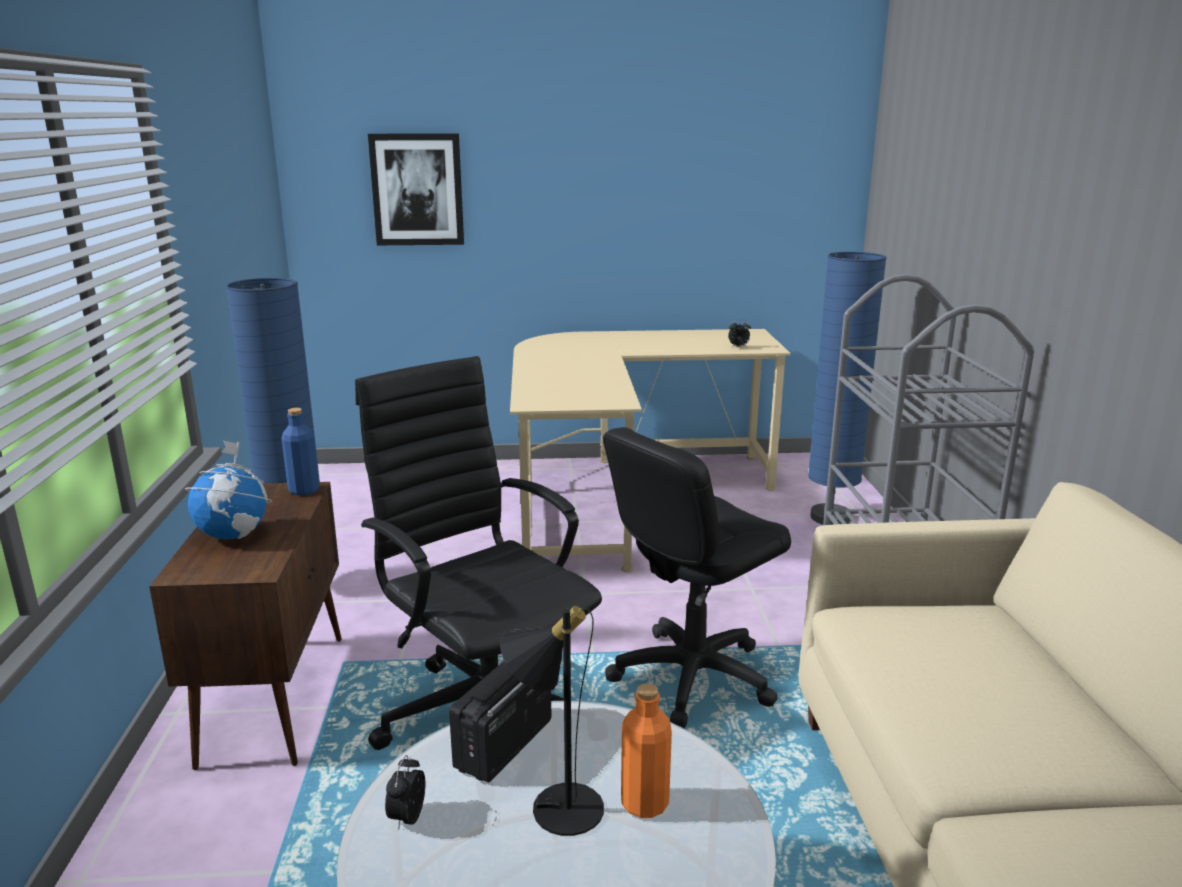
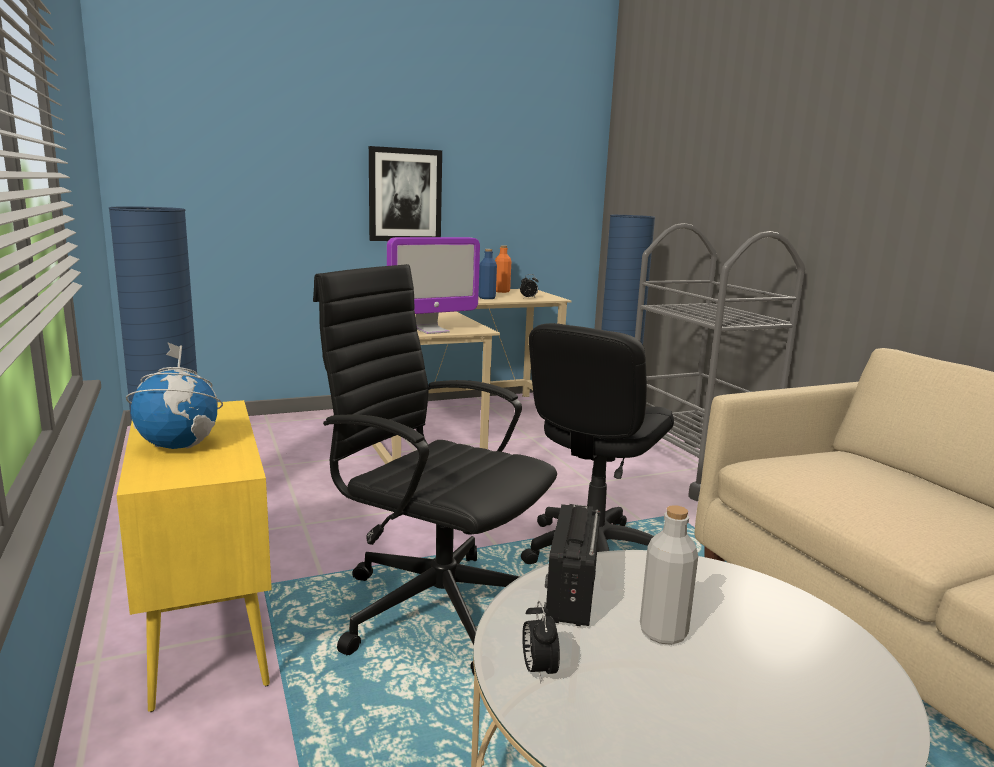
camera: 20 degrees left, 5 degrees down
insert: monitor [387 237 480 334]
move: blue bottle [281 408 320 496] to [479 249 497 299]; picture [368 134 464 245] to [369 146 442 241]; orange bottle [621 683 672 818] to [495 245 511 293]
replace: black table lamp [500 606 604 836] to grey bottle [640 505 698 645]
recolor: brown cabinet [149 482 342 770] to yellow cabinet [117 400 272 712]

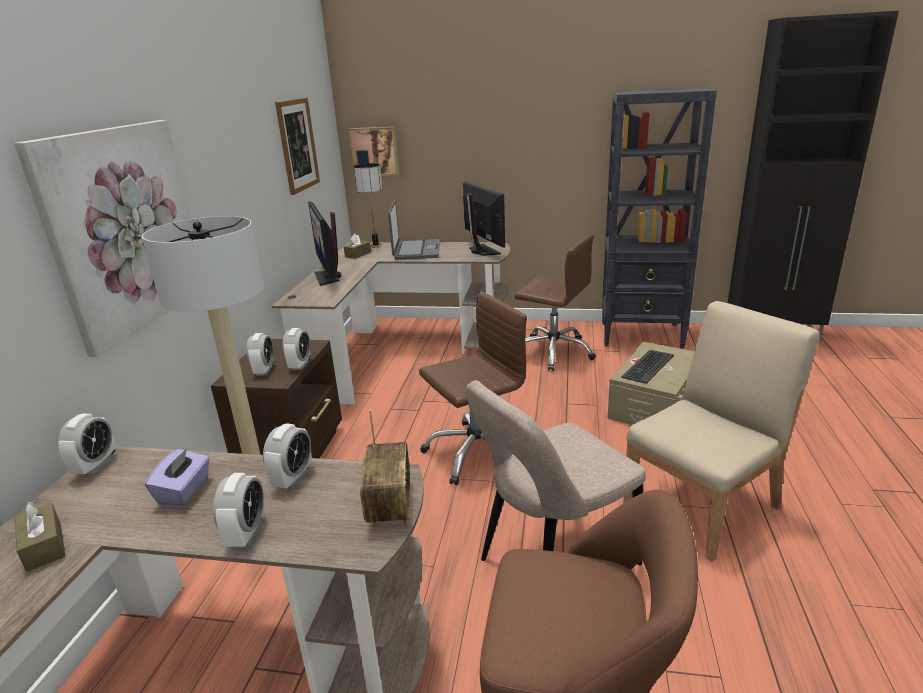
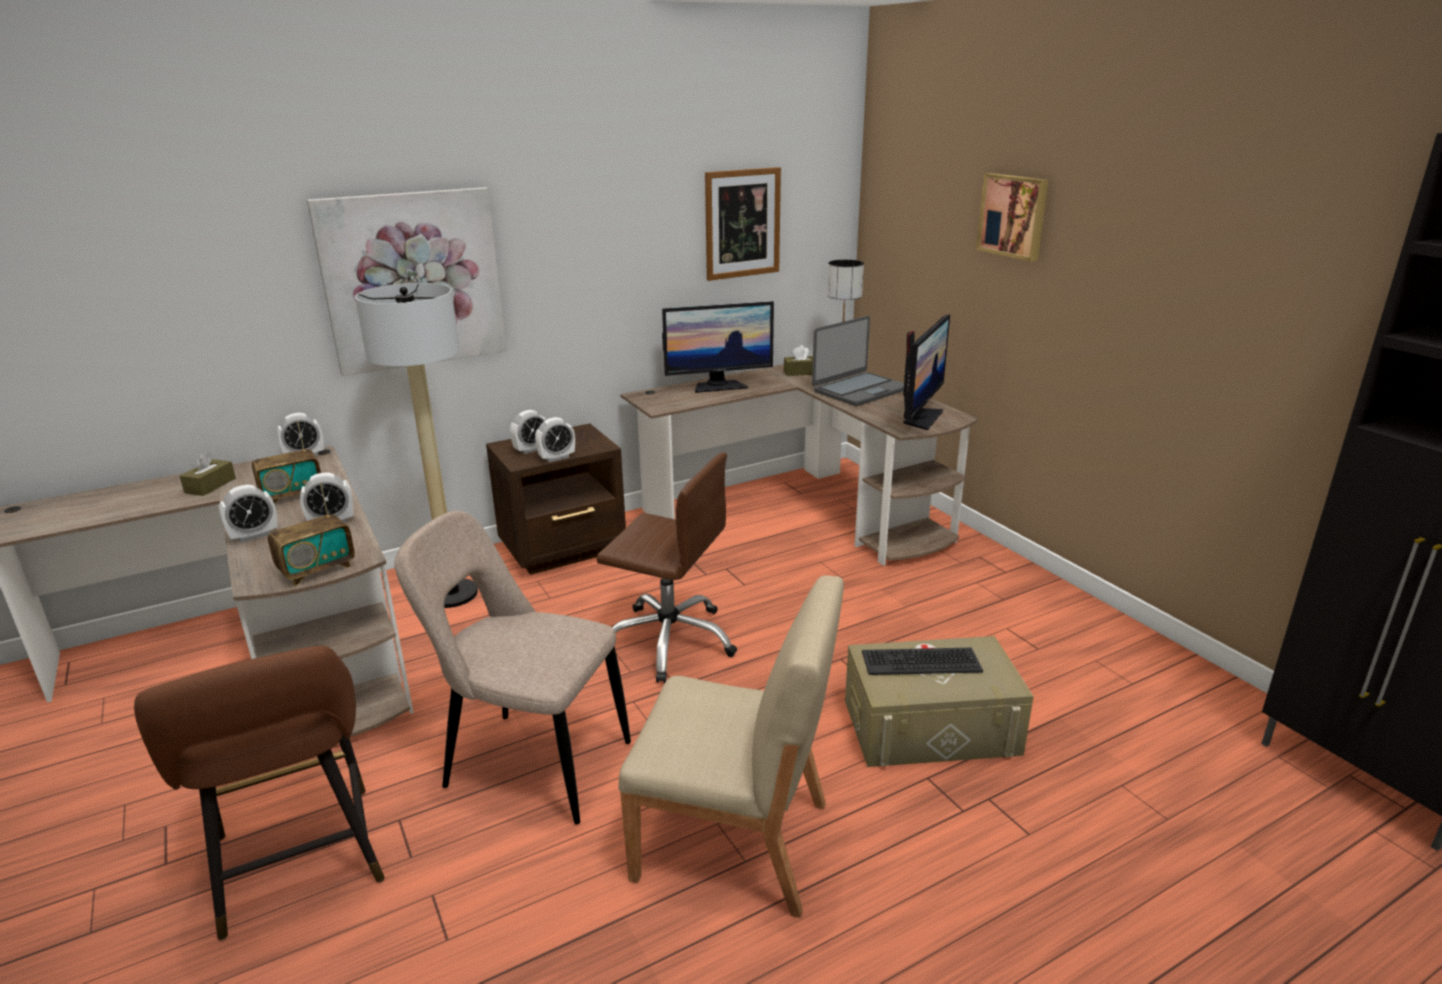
camera: 50 degrees right, 0 degrees up
delete: brown office chair [515 234 596 371]; black bookcase [602 87 717 348]
move: picture [348 127 399 177] to [976 173 1049 261]
replace: purple tissue box [145 448 210 506] to radio [252 420 321 503]
rotate: monitor [308 201 341 286] = [662 301 774 393] 135 degrees counterclockwise

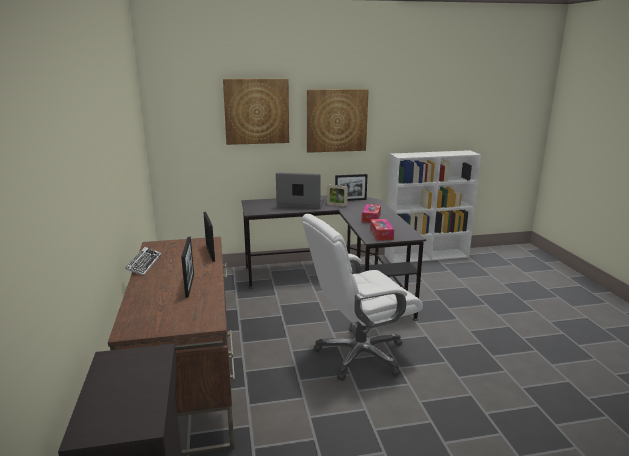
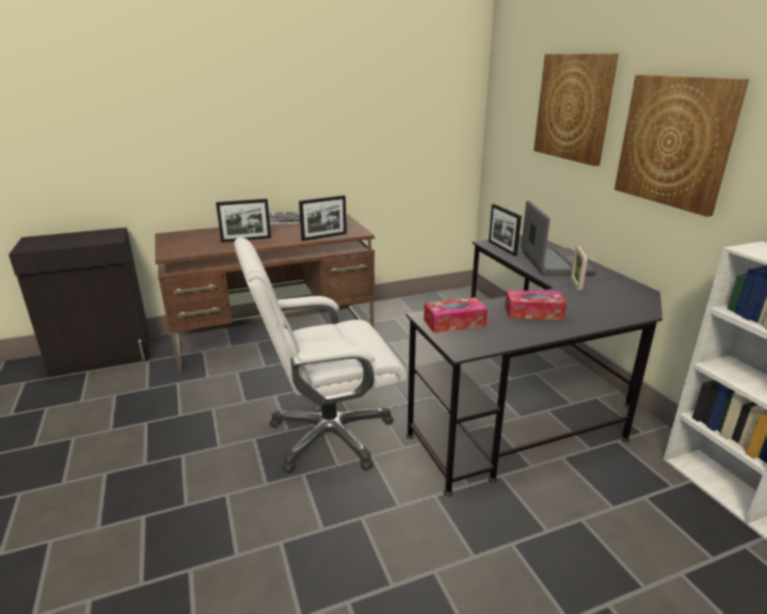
camera: 80 degrees right, 5 degrees up
move: picture frame [335 174 367 201] to [489 204 522 256]
rotate: white office chair [302 214 423 381] = [234 237 407 473] 75 degrees counterclockwise

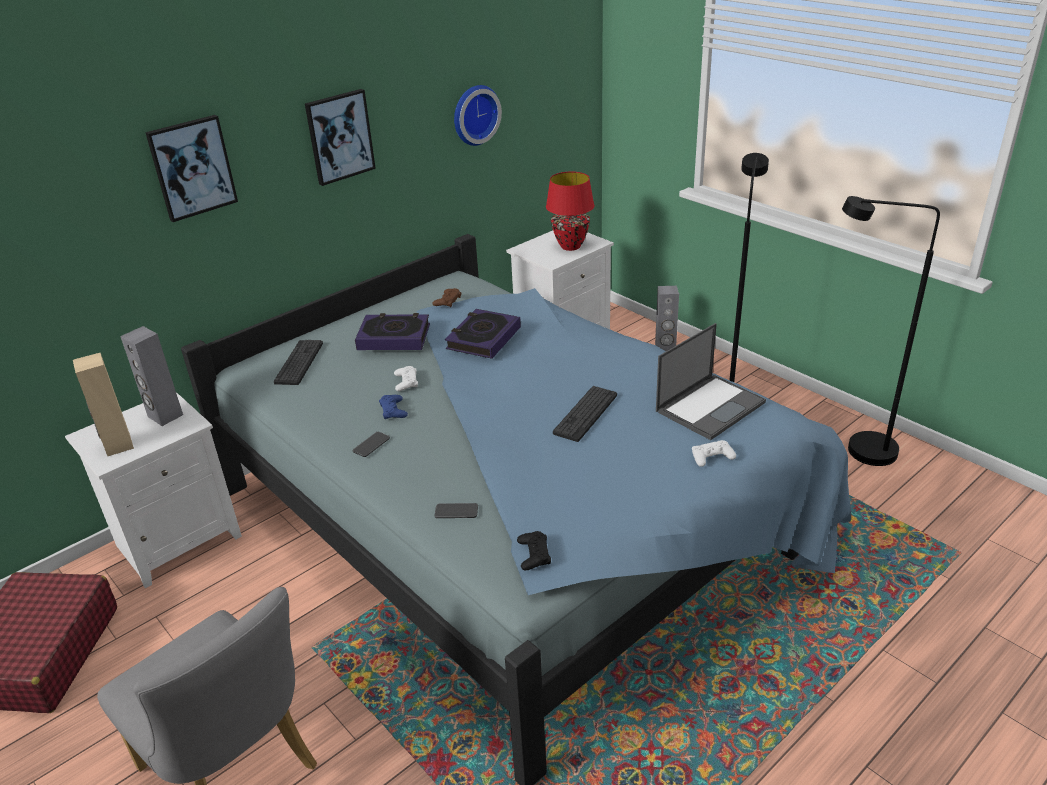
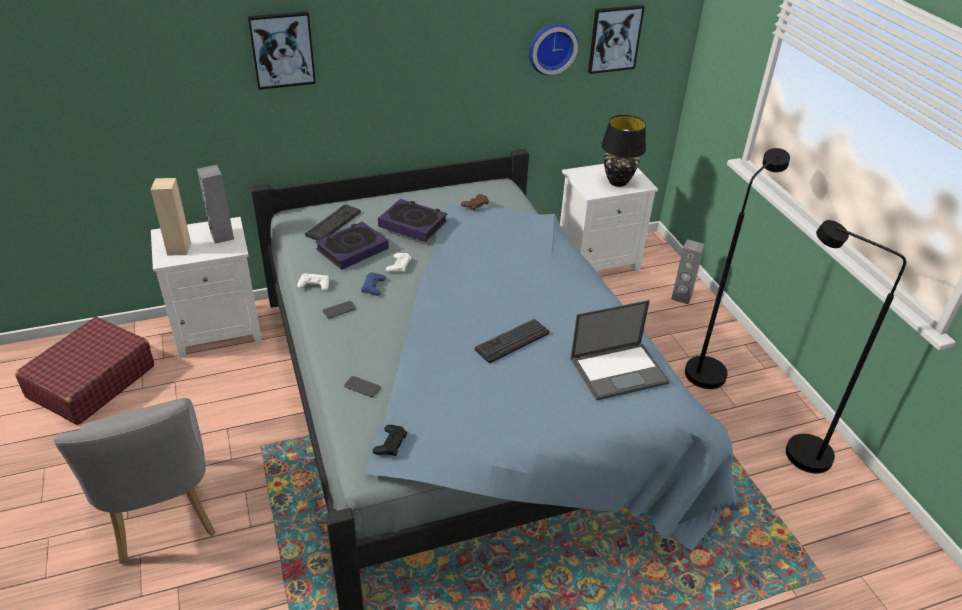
camera: 20 degrees right, 5 degrees up
move: picture [305 89 376 186] to [588 5 645 74]; book [445 309 521 359] to [315 221 389 270]; white game controller [692 440 736 467] to [297 273 329 291]
recolor: red table lamp [546 172 594 251] to black table lamp [601 115 646 187]

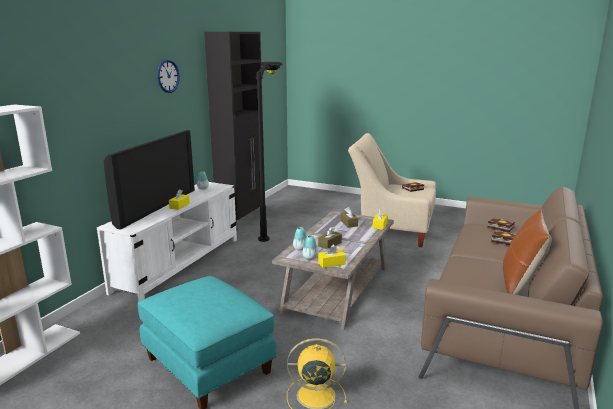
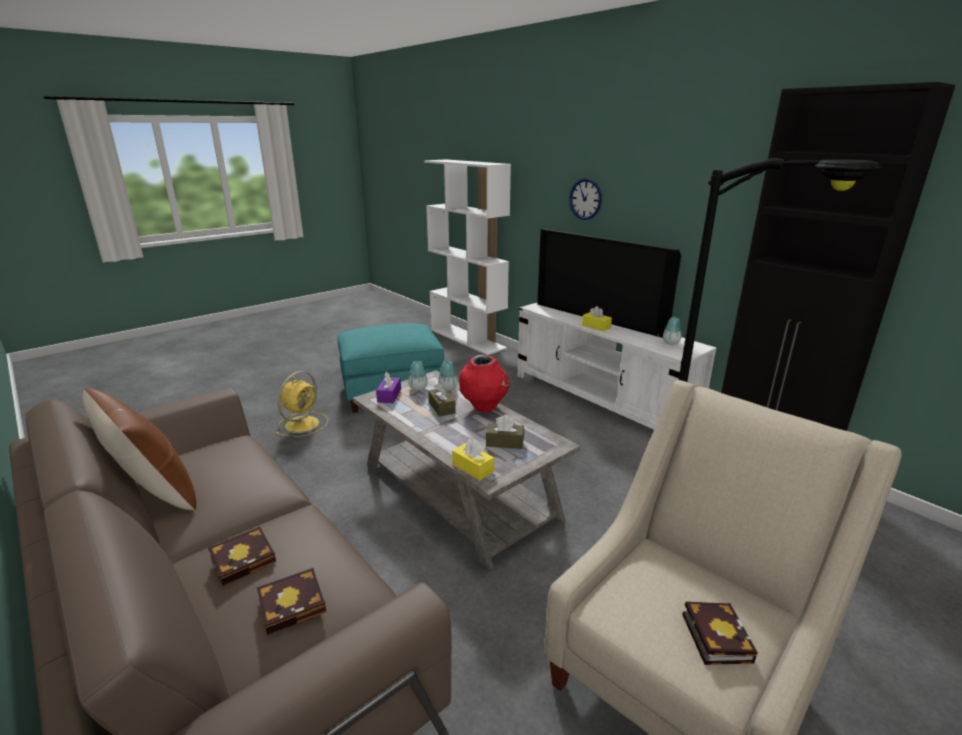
camera: 115 degrees right, 5 degrees up
insert: red vase [459 355 510 412]
move: wall clock [157 59 180 93] to [569 178 602 220]
recolor: yellow tissue box [318 244 346 268] to purple tissue box [376 371 401 403]

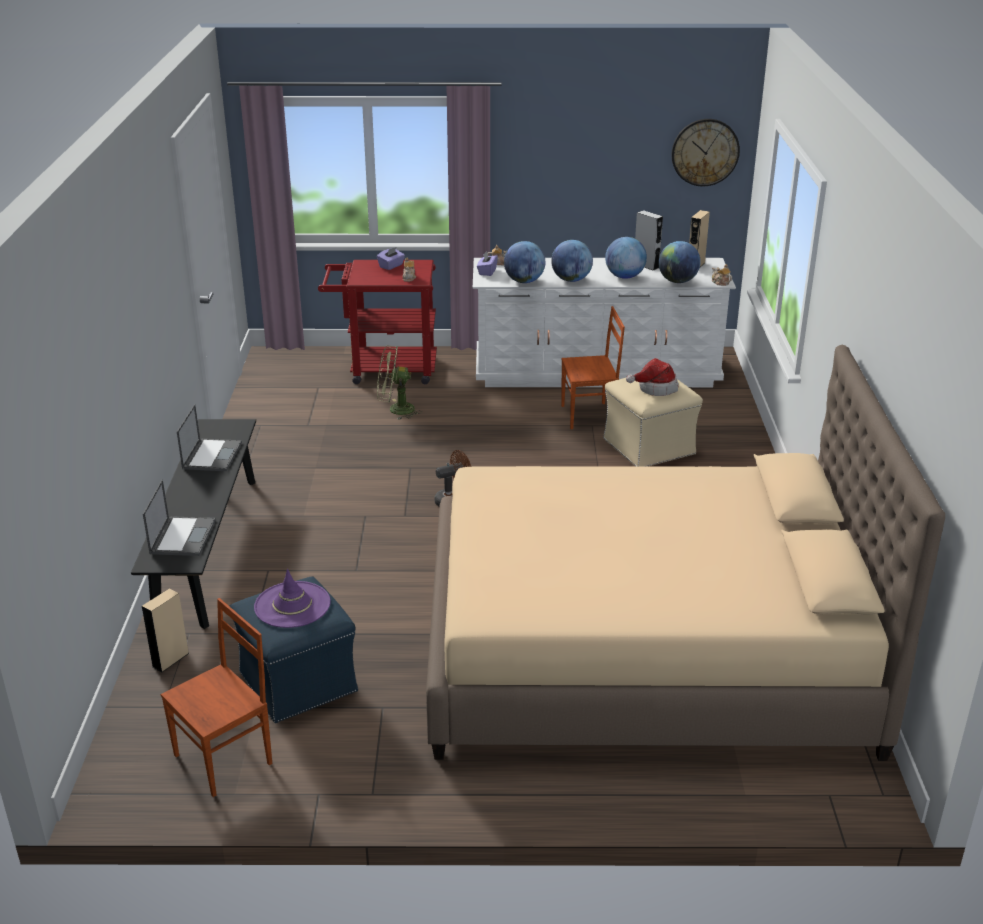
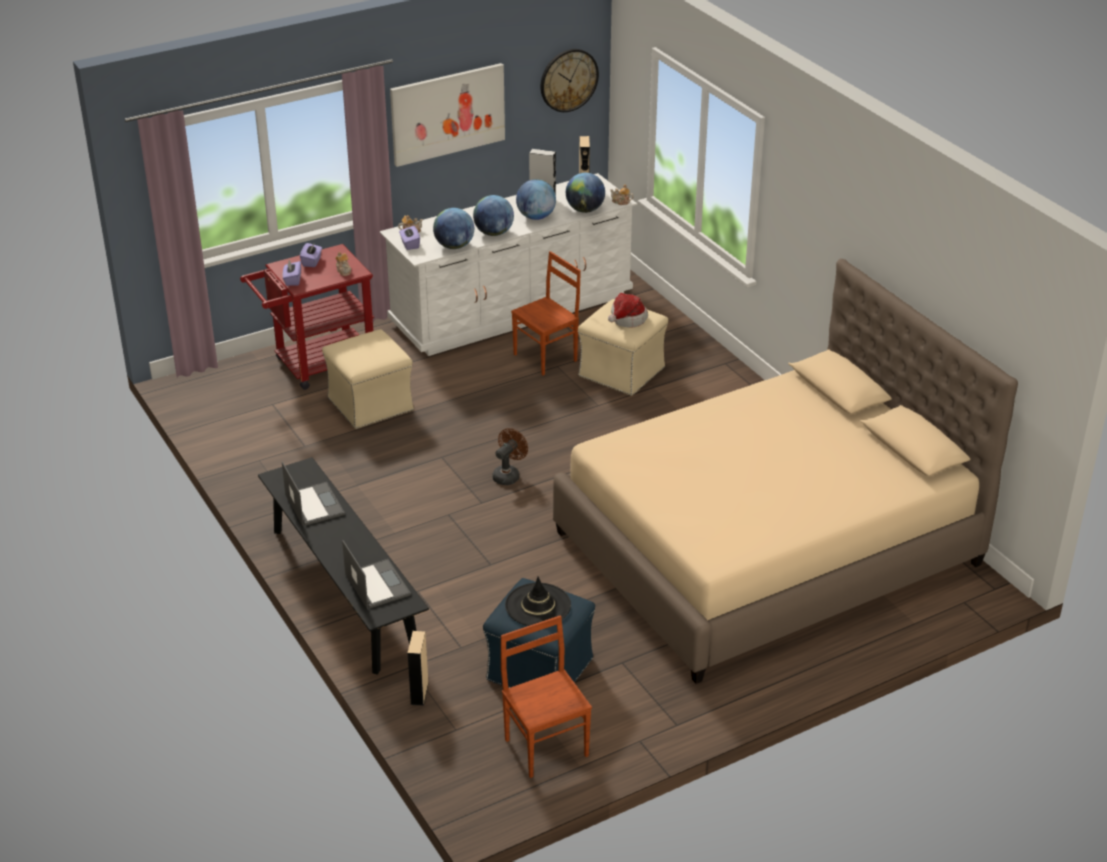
camera: 30 degrees left, 5 degrees up
insert: purple tissue box [283 260 301 286]; picture [390 63 505 167]
replace: green fan [377 345 422 420] to beige ottoman [322 329 414 429]
recolor: purple hat [254 569 331 628] to black hat [505 576 571 626]
rotate: brown chair [161 598 272 797] = [501 615 592 778] 45 degrees counterclockwise

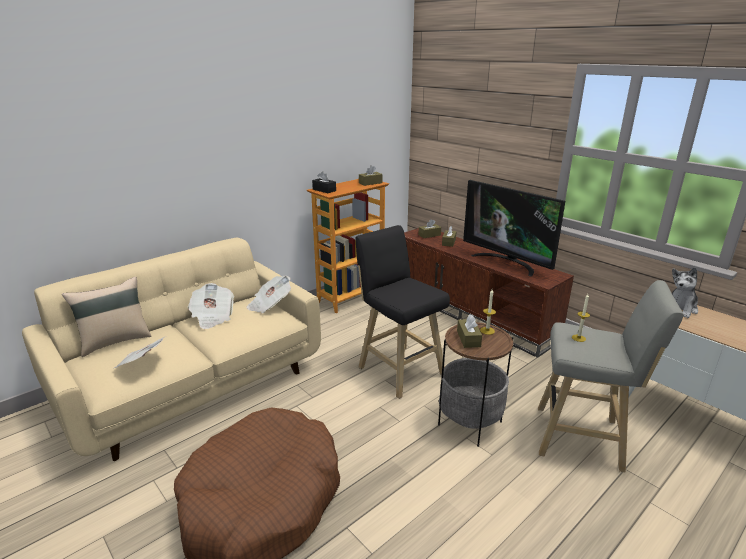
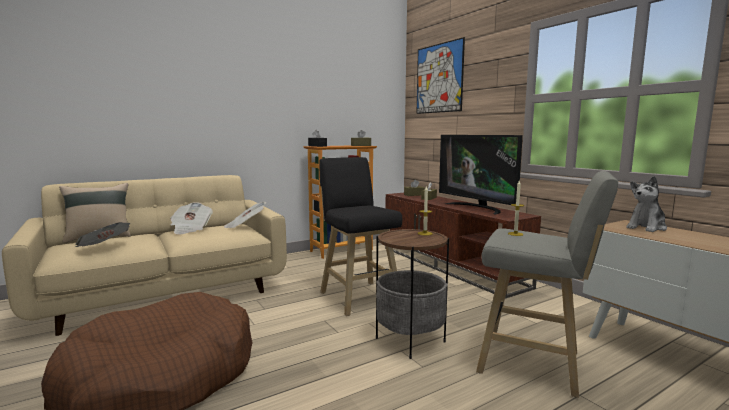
camera: 10 degrees right, 15 degrees down
delete: brown tissue box [457 315 482 348]
insert: picture [416 37 465 114]

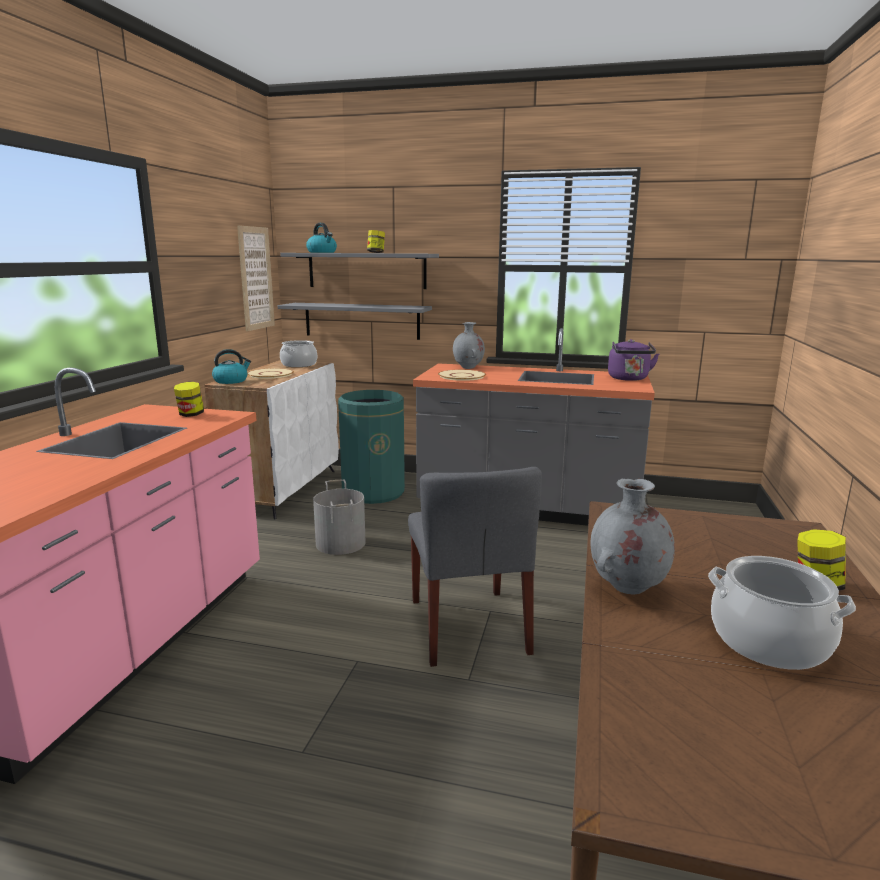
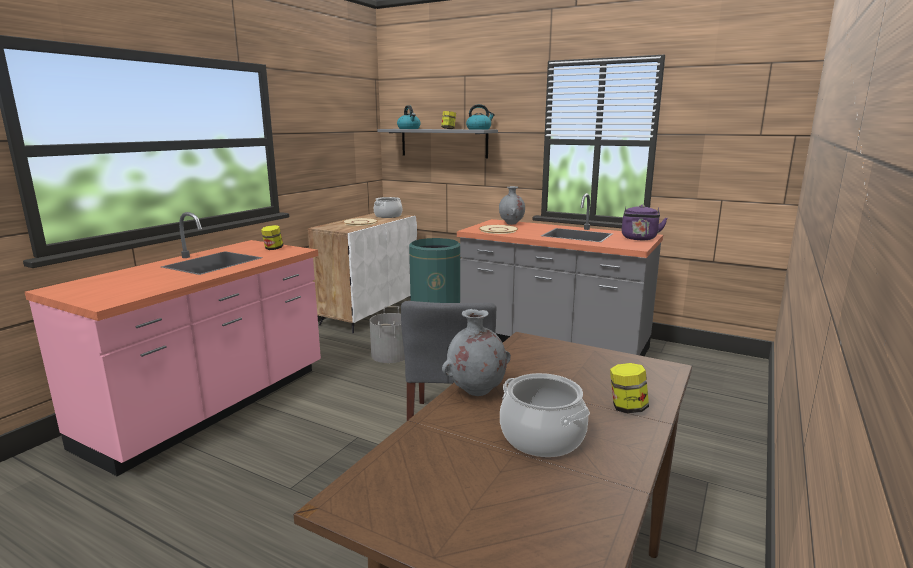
camera: 15 degrees right, 0 degrees up
delete: picture [237 225 275 331]; grey shelf [278 303 432 340]
move: kettle [212 349 251 384] to [466 104 495 130]

